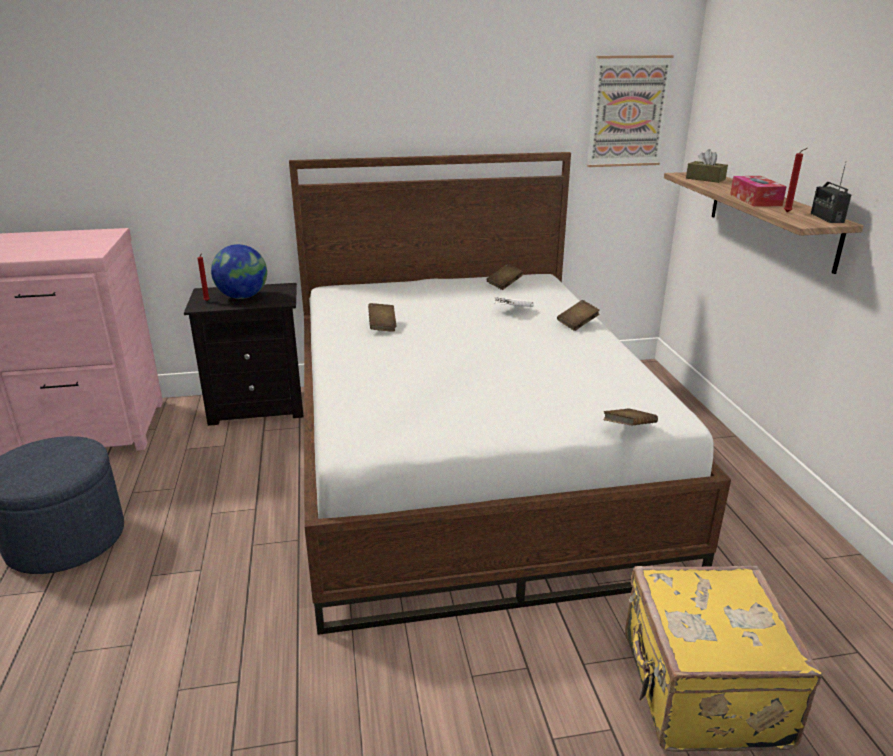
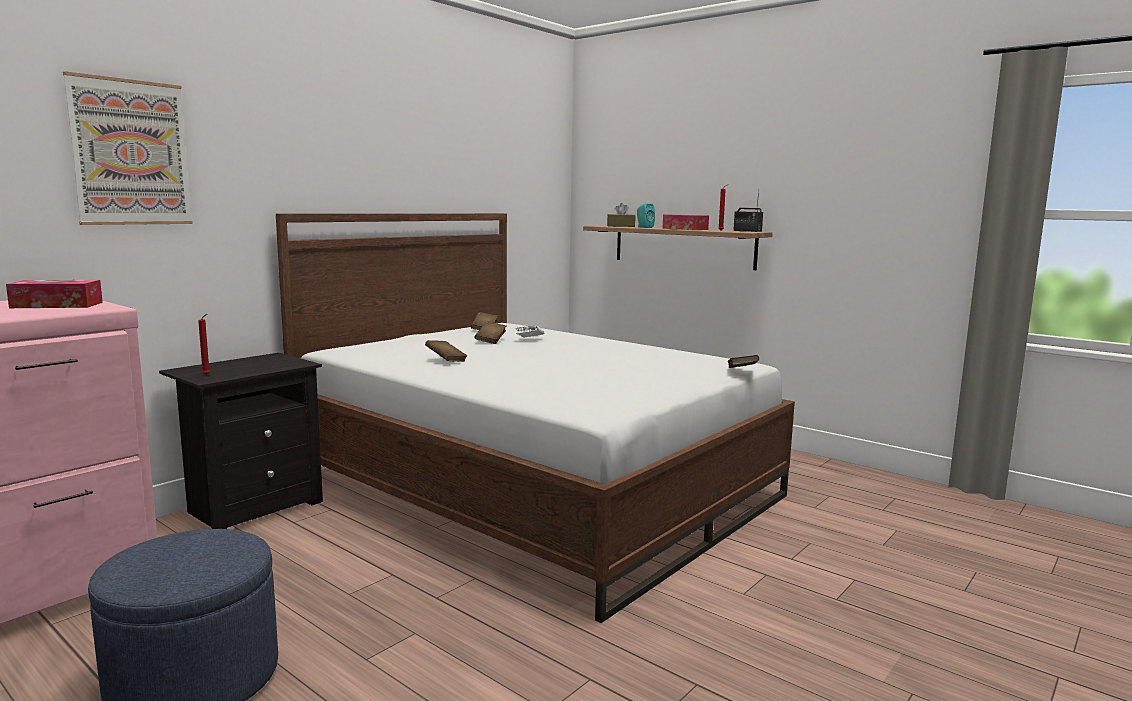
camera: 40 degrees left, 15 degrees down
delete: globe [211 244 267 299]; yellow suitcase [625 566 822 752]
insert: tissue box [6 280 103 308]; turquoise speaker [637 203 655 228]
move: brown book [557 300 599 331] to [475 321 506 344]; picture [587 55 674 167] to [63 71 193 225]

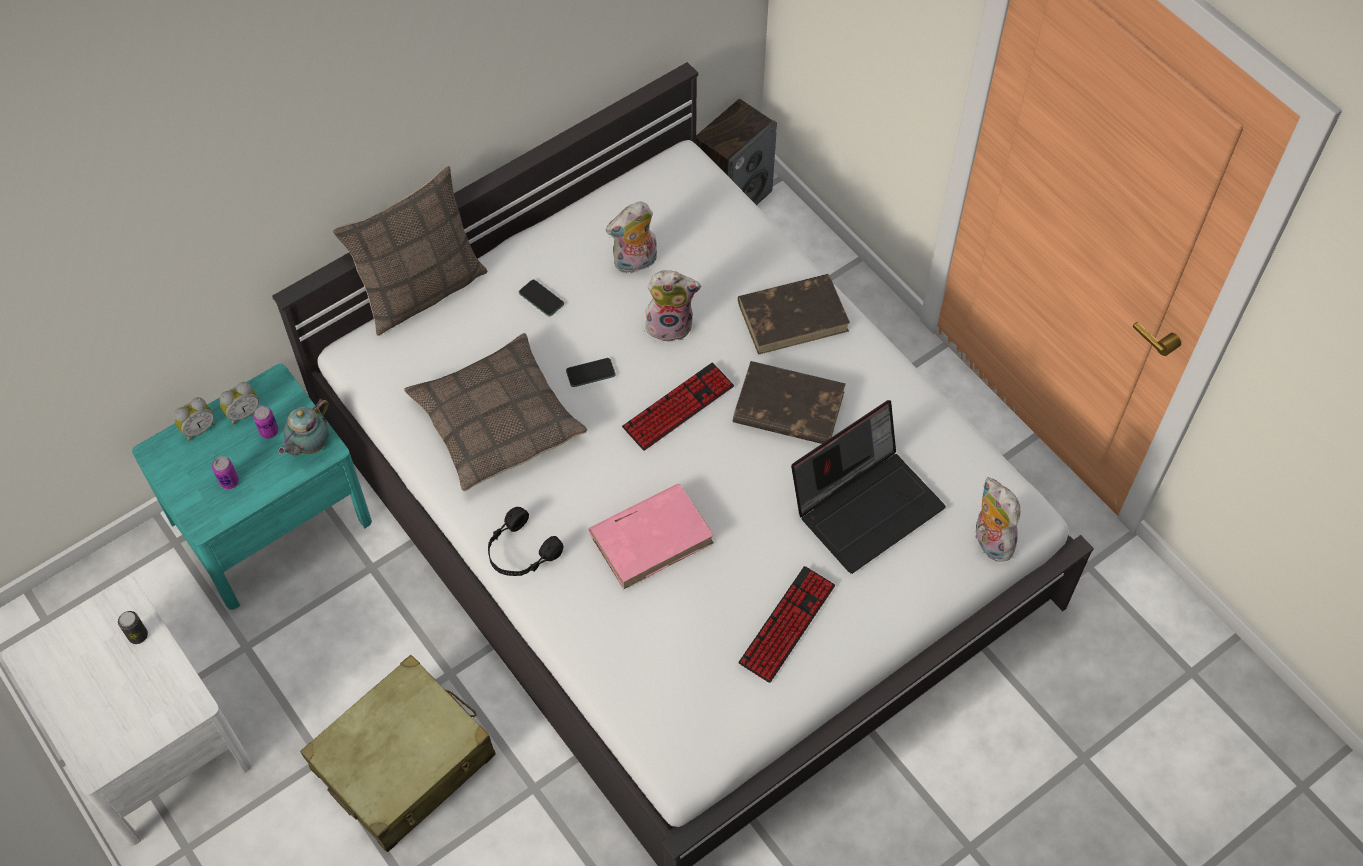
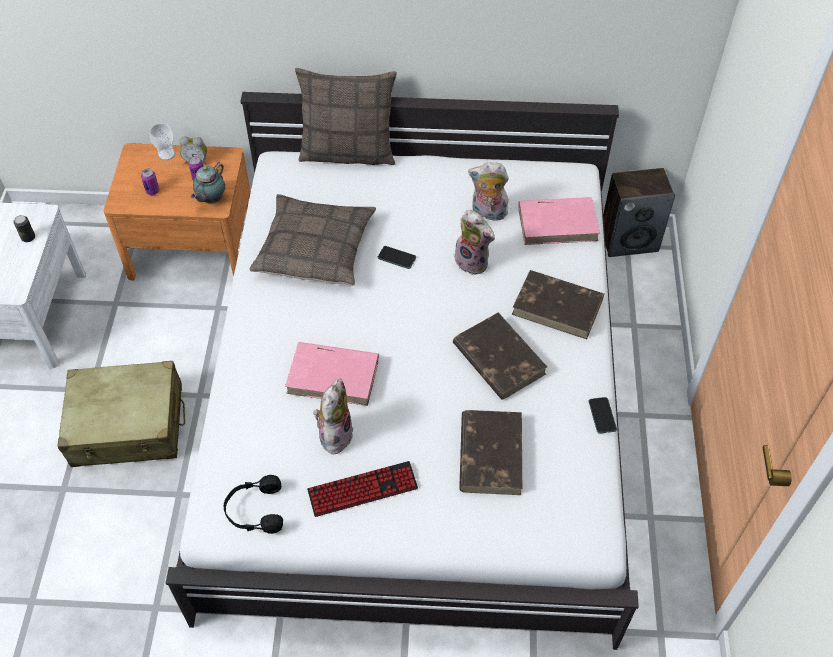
camera: 40 degrees right, 5 degrees down
delete: keyboard [622 363 734 451]
insert: pink book [518 197 600 245]
move: black headphones [488 507 563 576] to [224 475 283 534]; phone [519 280 564 317] to [589 397 617 434]; plush toy [974 477 1020 562] to [313 378 353 454]
replace: alarm clock [174 397 215 441] to cup [150 123 175 161]; laptop [791 400 946 574] to brown book [459 410 522 495]
recolor: turquoise nightstand [132 364 372 610] to orange nightstand [103 143 251 281]
rotate: teapot [278 398 329 455] = [191 162 225 203] 45 degrees counterclockwise

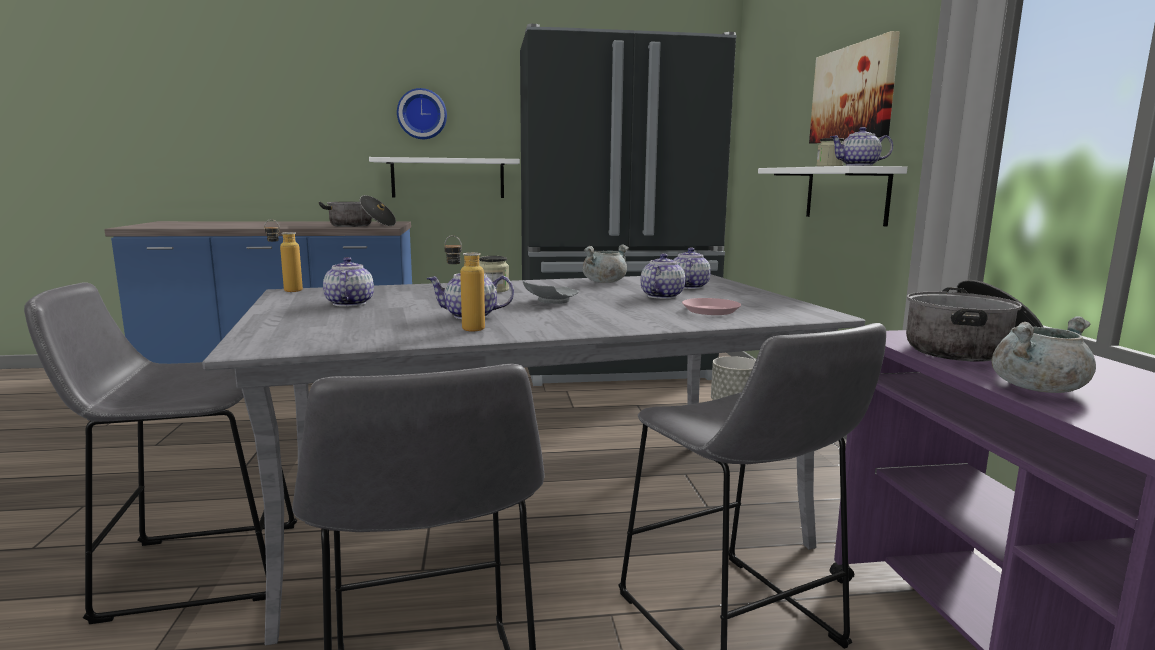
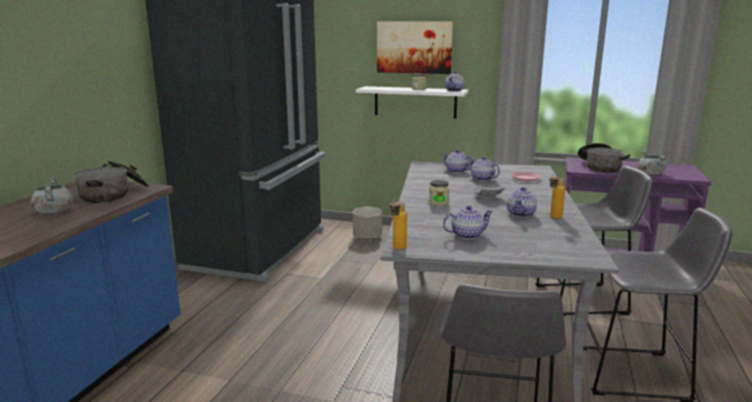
camera: 65 degrees left, 5 degrees up
delete: white shelf [369 157 520 198]; wall clock [397 88 447 139]
move: grey cooking pot [583 244 629 283] to [31 177 73 213]
rotate: teapot [323 257 374 307] = [443 205 493 239] 150 degrees clockwise

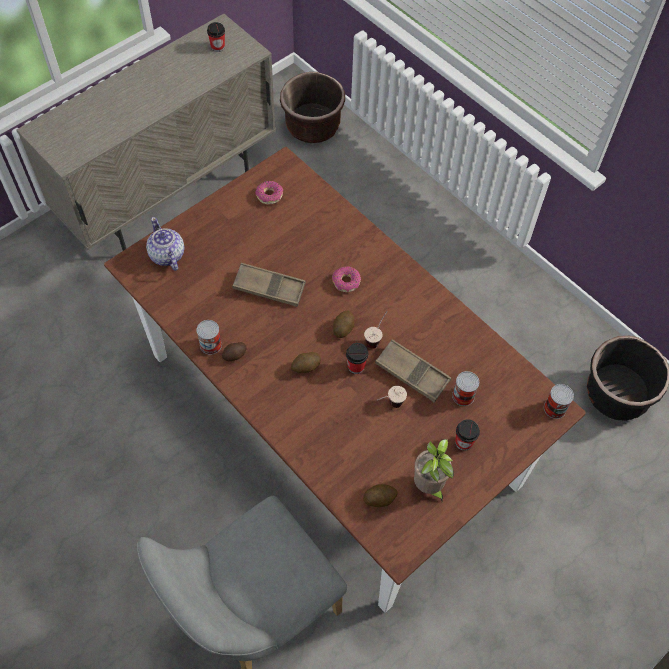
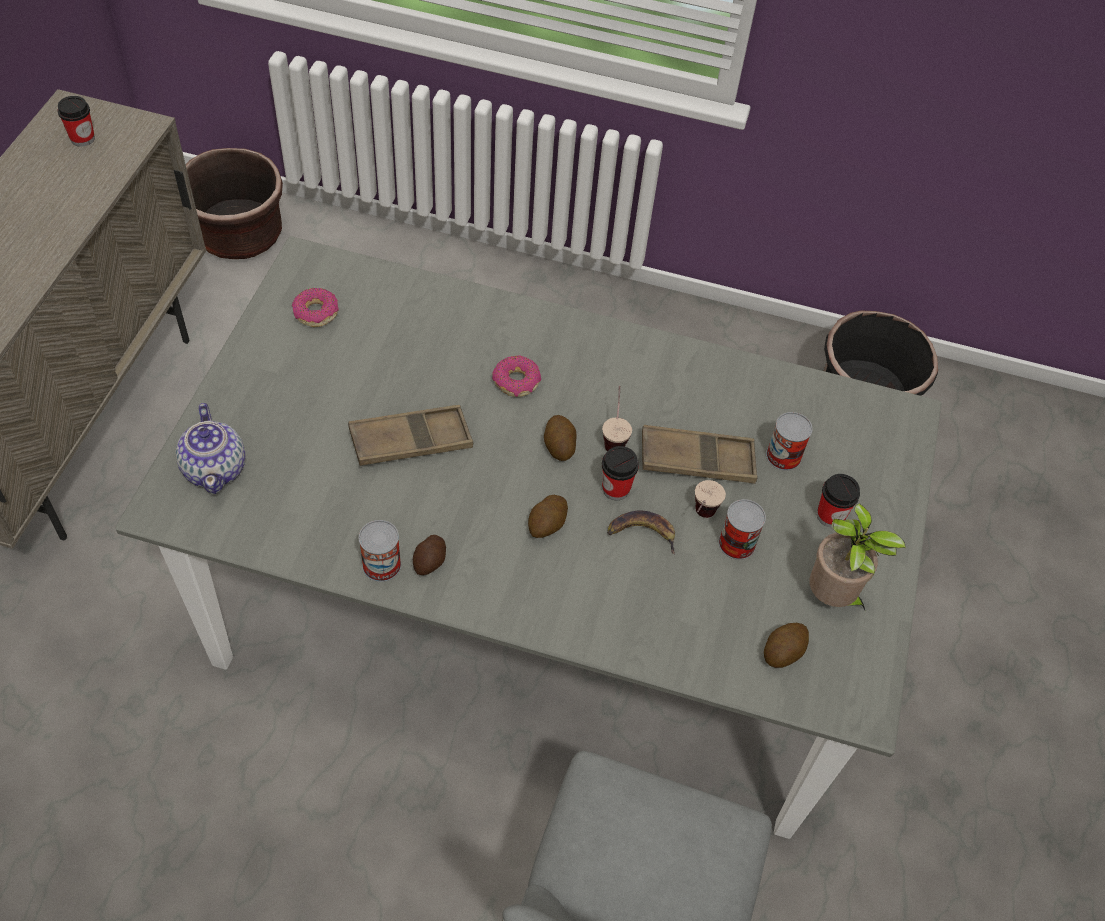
camera: 35 degrees left, 5 degrees down
insert: banana [607 511 675 554]
move: can [544 384 574 419] to [719 499 766 560]
recolor: brown dining table [104 147 586 613] to grey dining table [115 236 942 839]
rotate: teapot [146 217 184 271] = [175 403 245 494] 135 degrees counterclockwise

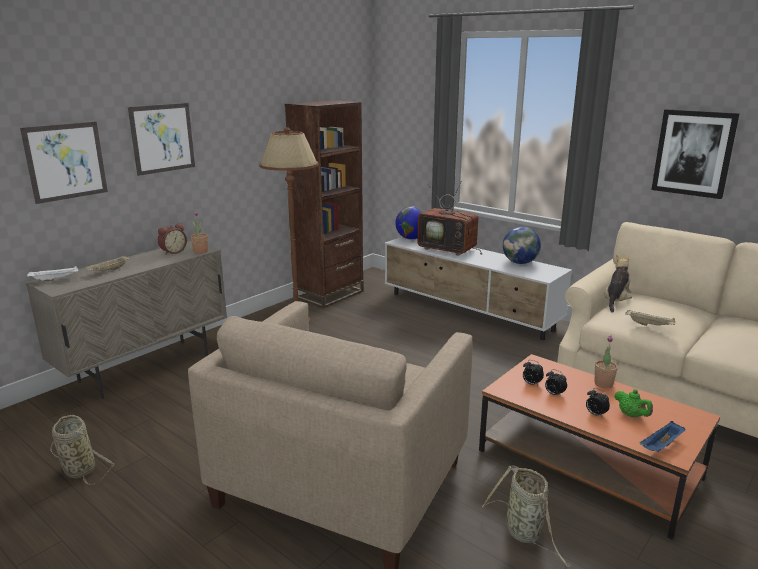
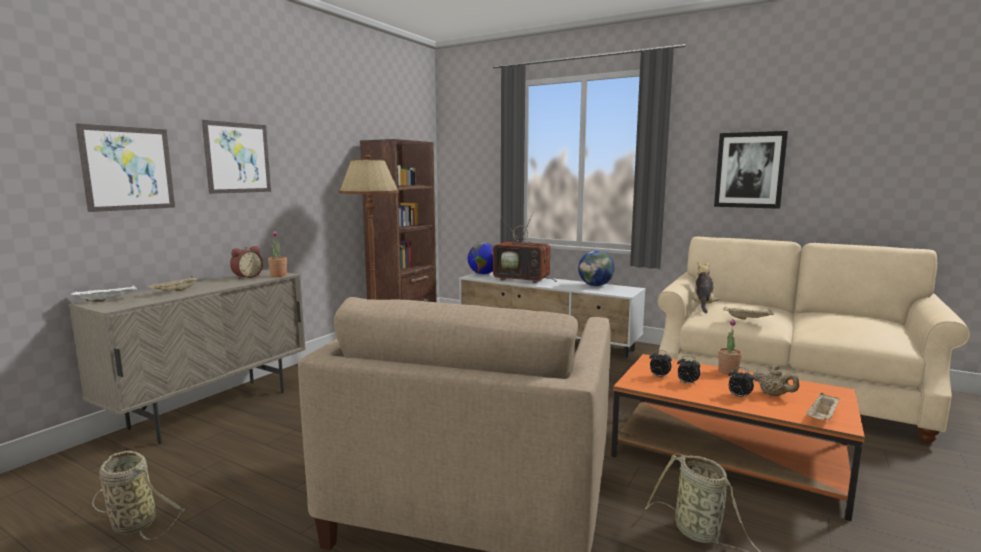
camera: 10 degrees left, 10 degrees down
recolor: green teapot [614 389 653 417] to beige teapot [753 365 799 396]; blue tray [639 421 686 452] to beige tray [806 393 839 420]

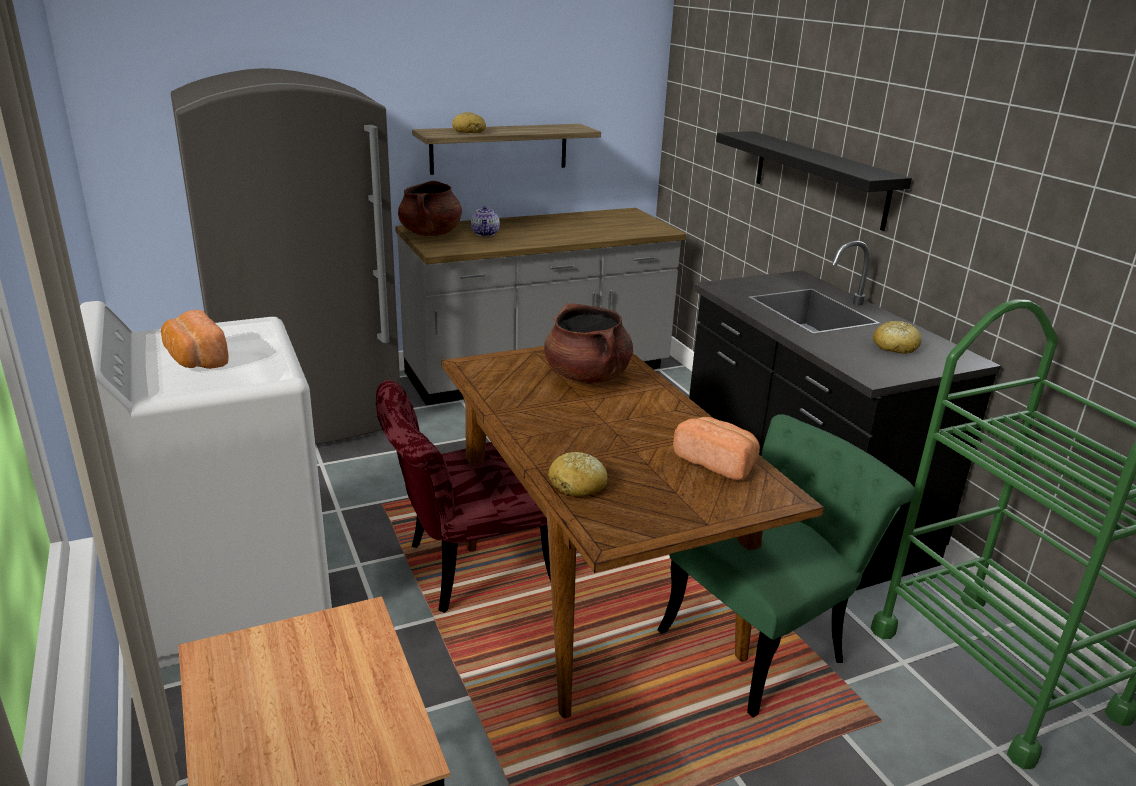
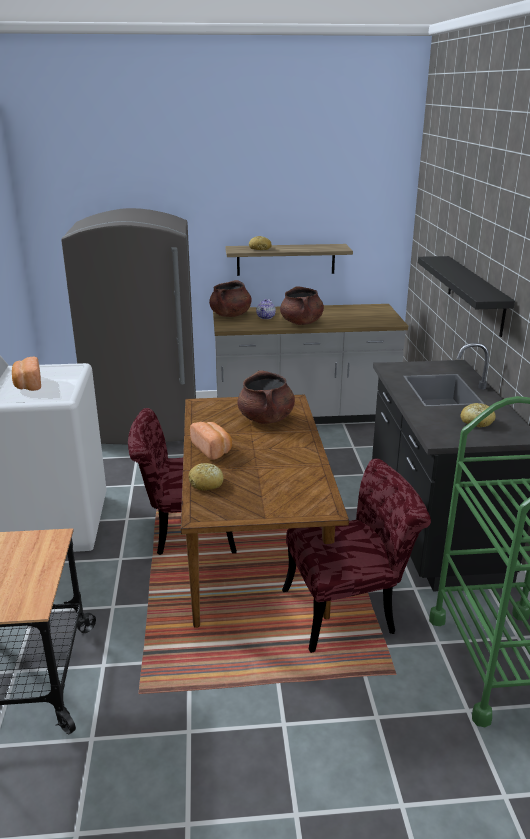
camera: 20 degrees right, 0 degrees up
insert: brown cooking pot [280 286 324 325]
move: bread [673 417 760 480] to [190 422 232 460]
recolor: green chair [657 414 916 717] to red chair [282 459 431 653]

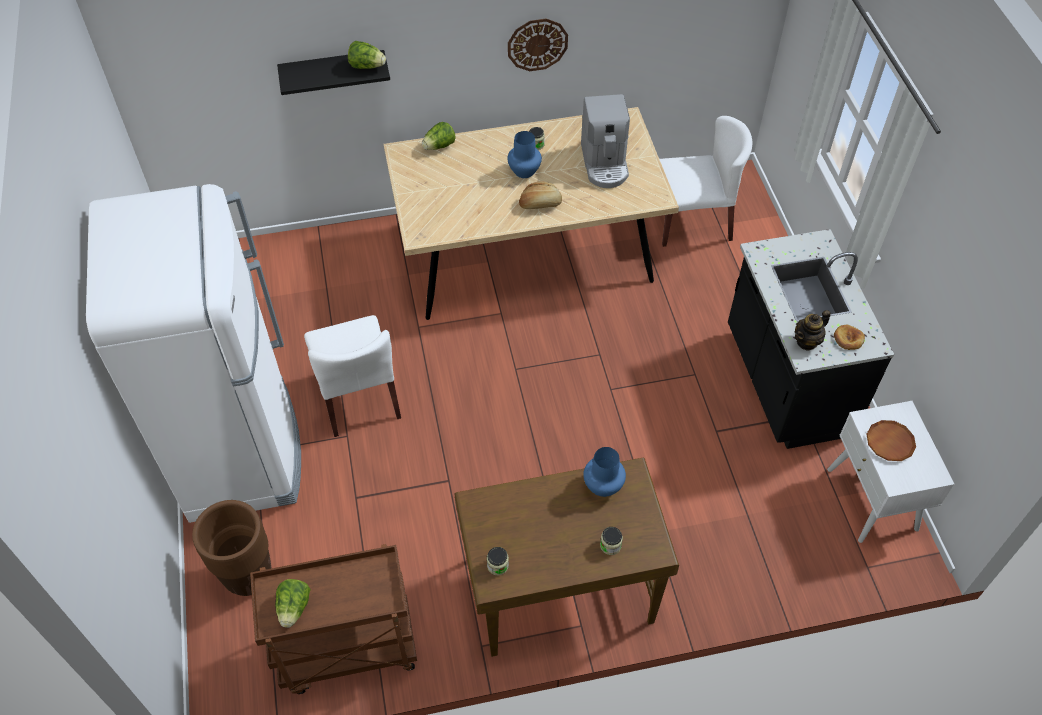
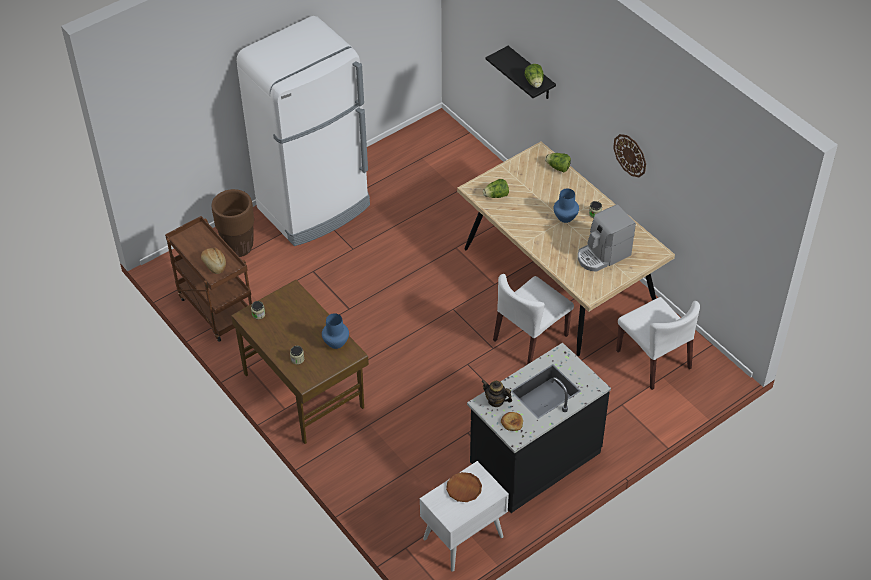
camera: 65 degrees right, 5 degrees down
move: lettuce [275 579 311 628] to [483 179 509 198]; white chair [304 315 401 437] to [493 274 574 365]; bread [519 181 562 209] to [201 248 226 274]

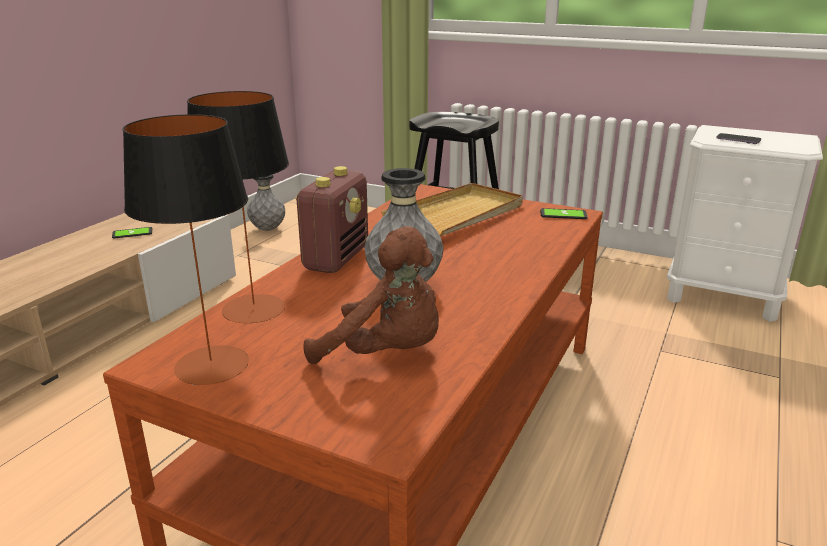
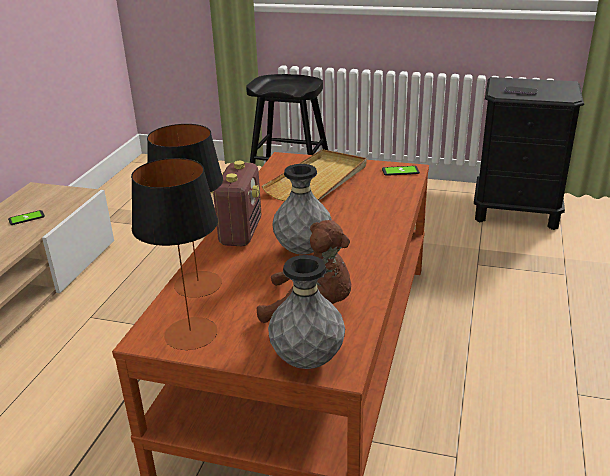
camera: 10 degrees left, 5 degrees up
move: grey vase [247 174 285 231] to [268 255 345 369]
recolor: white nightstand [667 125 823 322] to black nightstand [474 77 584 230]

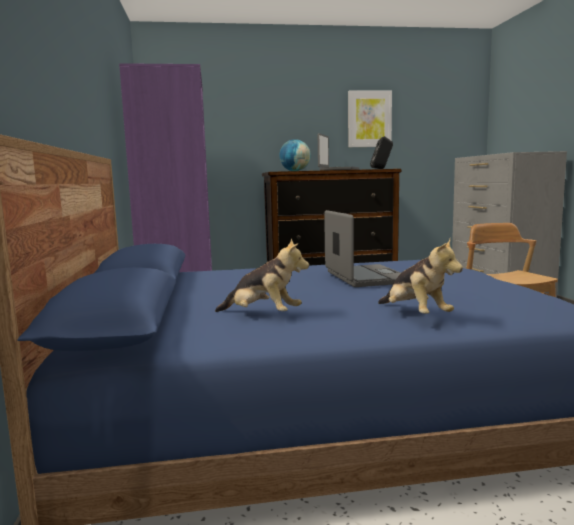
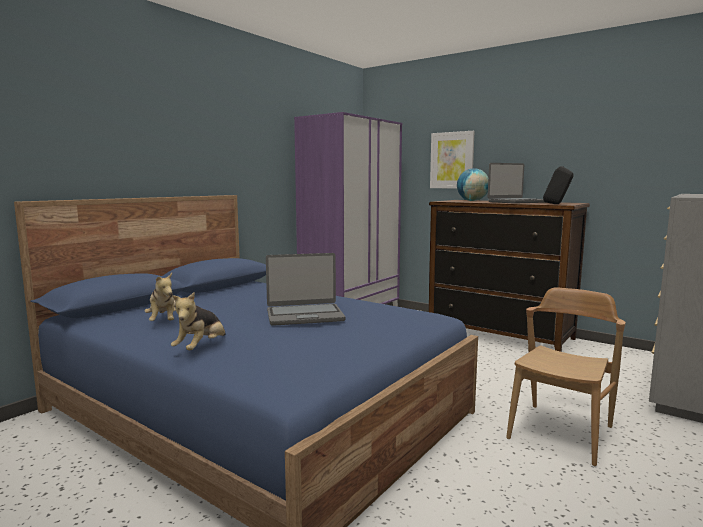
camera: 45 degrees right, 0 degrees up
move: picture [348 91 392 147] to [430 131 475 189]
rotate: laptop [324 210 401 287] = [266 253 346 326] 45 degrees clockwise

